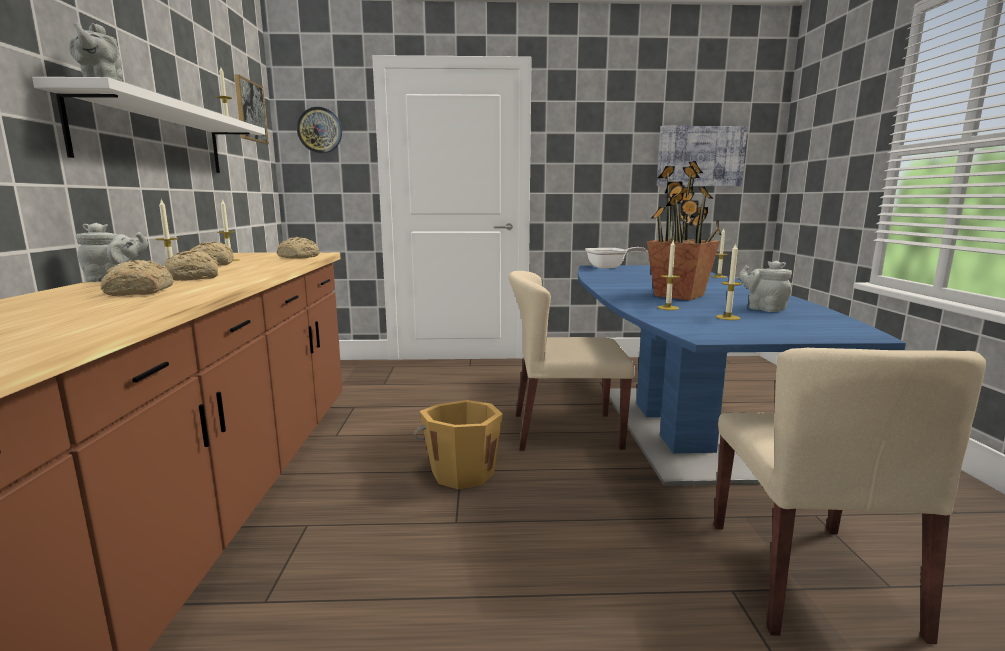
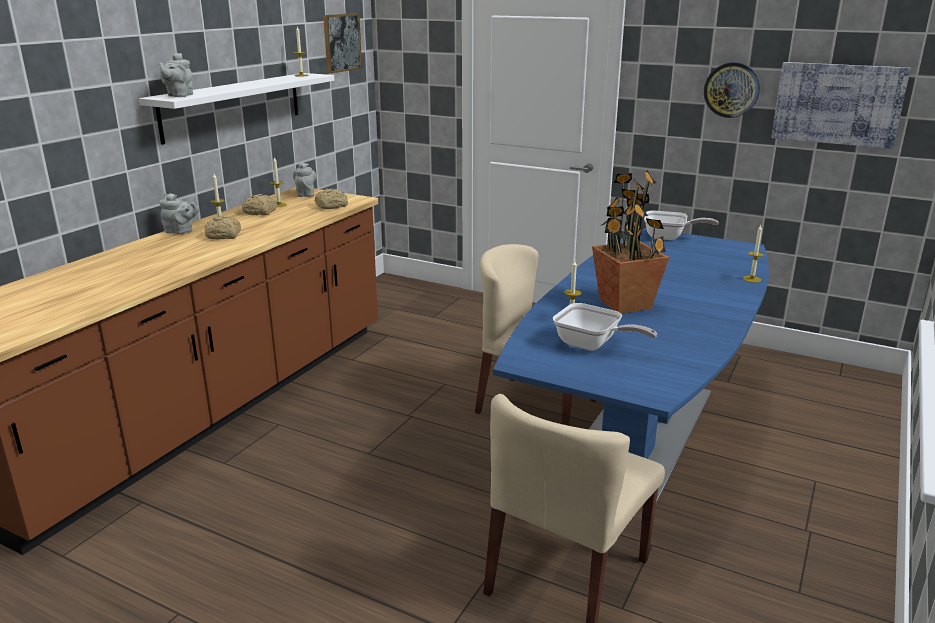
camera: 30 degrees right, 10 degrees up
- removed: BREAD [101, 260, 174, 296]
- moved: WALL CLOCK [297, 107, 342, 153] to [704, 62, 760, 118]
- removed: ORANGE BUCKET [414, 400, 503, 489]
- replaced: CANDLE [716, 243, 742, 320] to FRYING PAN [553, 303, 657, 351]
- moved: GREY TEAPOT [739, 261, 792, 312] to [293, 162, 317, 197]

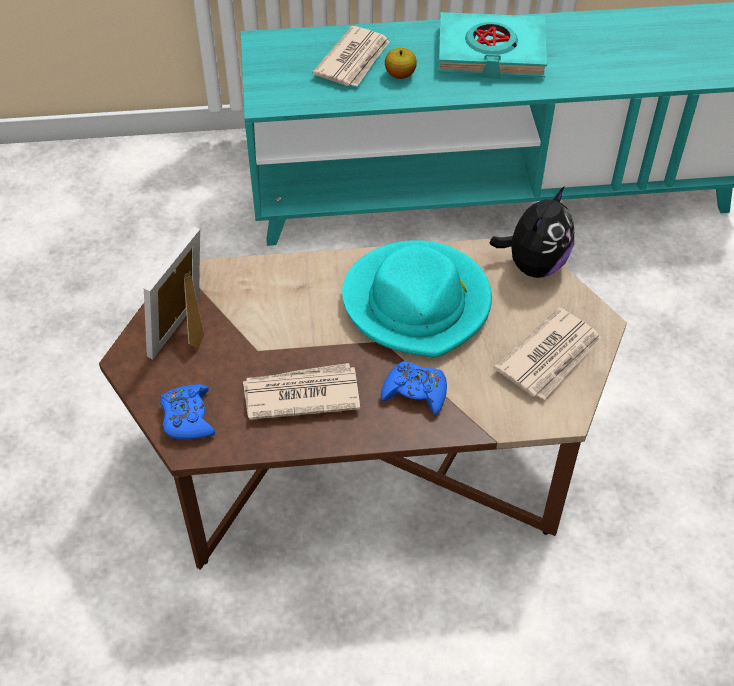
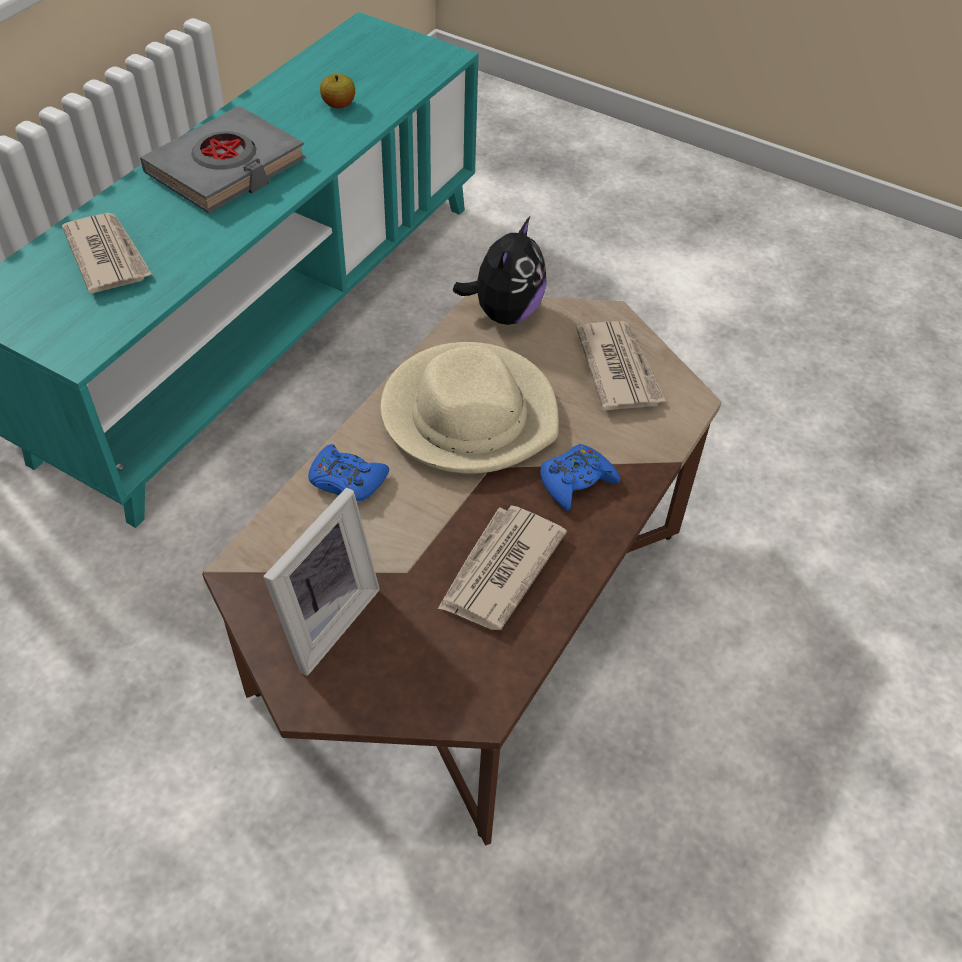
camera: 55 degrees left, 0 degrees up
- turned: PICTURE FRAME [144, 227, 204, 360] = [263, 487, 380, 676] 120 degrees counterclockwise
- moved: BLUE GAME CONTROLLER [160, 384, 215, 440] to [308, 444, 389, 501]
- recoloured: TURQUOISE HAT [342, 240, 492, 357] to BEIGE HAT [380, 342, 559, 474]
- moved: APPLE [385, 48, 417, 79] to [320, 74, 355, 108]
- recoloured: TURQUOISE BOOK [438, 12, 547, 79] to GREY BOOK [140, 106, 306, 214]
- turned: PLUSH TOY [489, 186, 574, 278] = [453, 217, 547, 325] 45 degrees clockwise

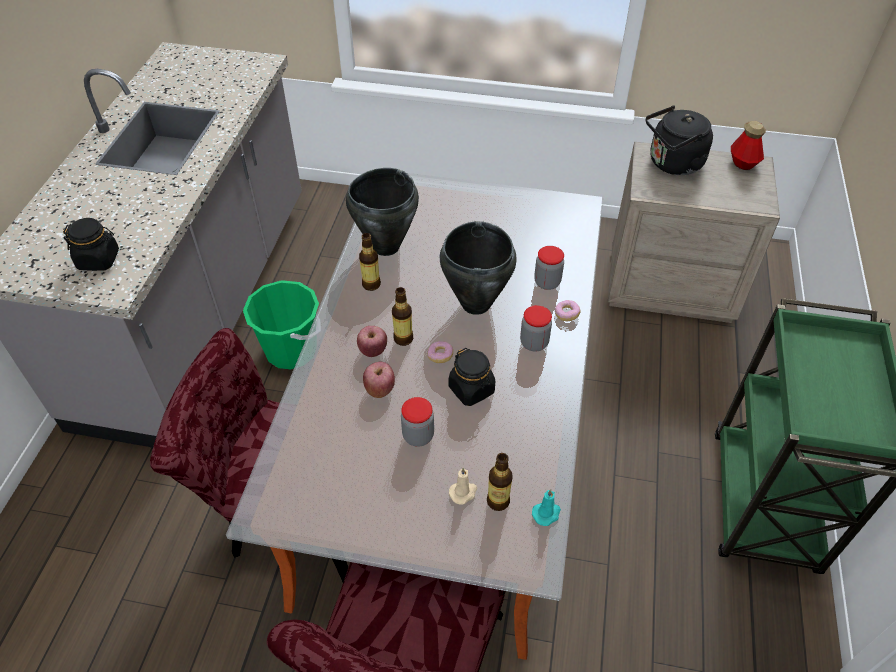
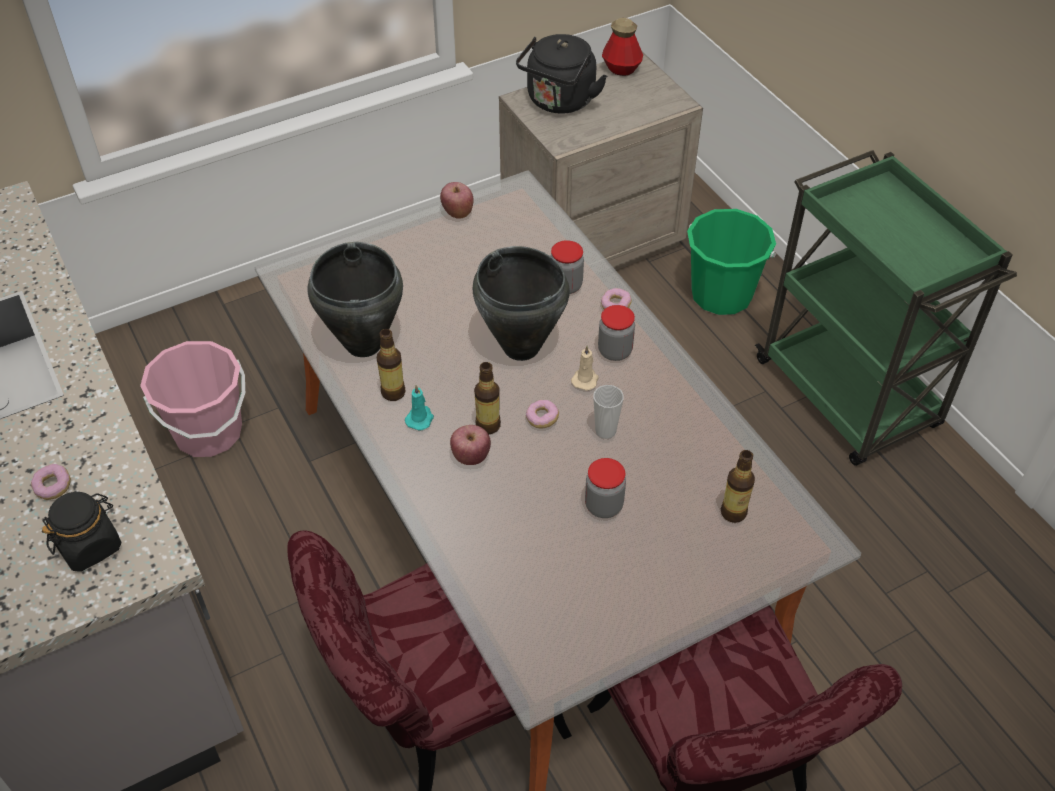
camera: 40 degrees left, 0 degrees up
- moved: GREEN BUCKET [243, 280, 319, 369] to [687, 209, 776, 315]
- moved: APPLE [363, 362, 395, 398] to [440, 182, 473, 219]
- replaced: BLACK JAR [448, 348, 495, 406] to CUP [593, 385, 624, 439]
- moved: BEIGE CANDLE [449, 467, 477, 504] to [571, 345, 599, 391]
- moved: TURQUOISE CANDLE [532, 489, 561, 526] to [405, 385, 434, 431]
- added: DONUT [31, 464, 71, 500]
- added: PINK BUCKET [140, 341, 245, 457]

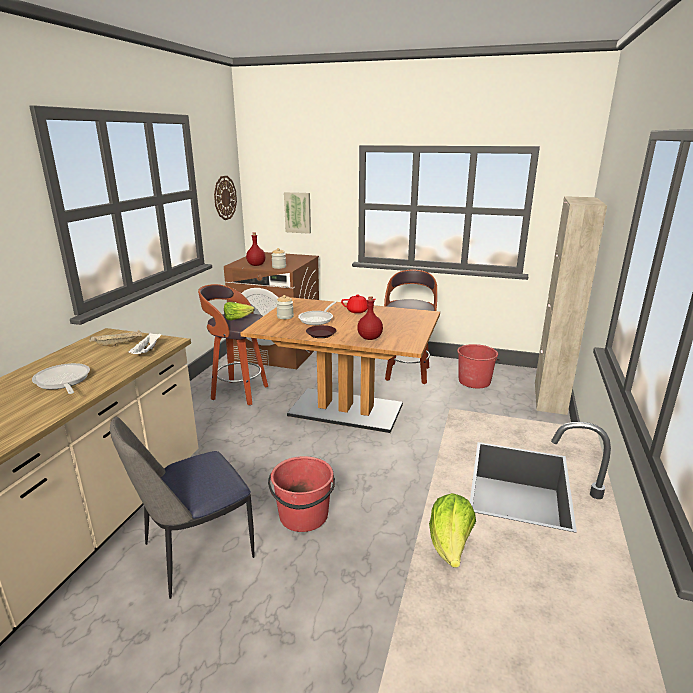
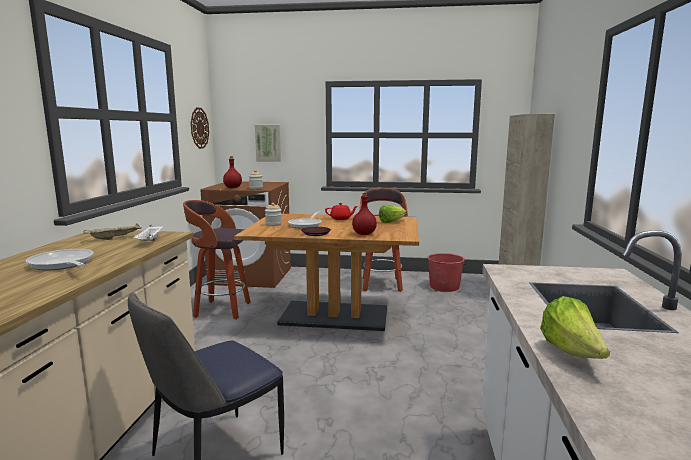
camera: 10 degrees left, 10 degrees down
- moved: LETTUCE [224, 302, 255, 320] to [379, 205, 406, 223]
- removed: RED BUCKET [268, 456, 335, 532]

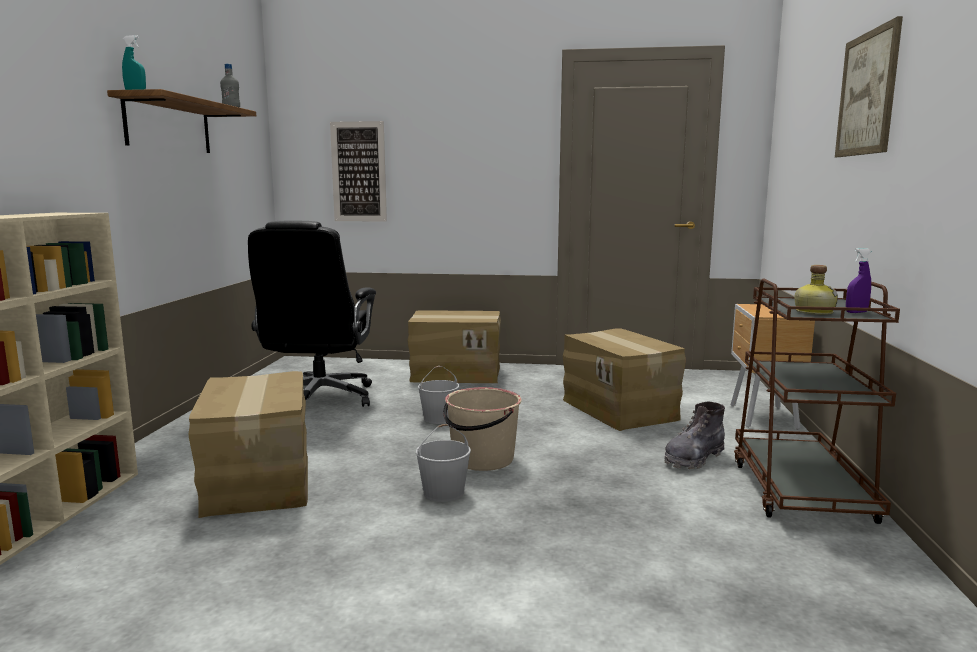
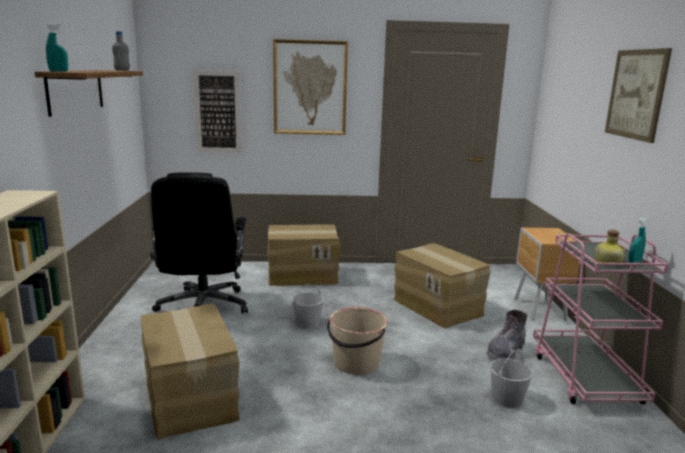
camera: 10 degrees left, 5 degrees up
- moved: WHITE BUCKET [416, 424, 471, 502] to [490, 350, 533, 408]
- recoloured: BROWN CART [734, 279, 900, 524] to PINK CART [533, 233, 669, 404]
- recoloured: PURPLE SPRAY BOTTLE [846, 248, 871, 313] to TURQUOISE SPRAY BOTTLE [628, 218, 647, 263]
- added: PICTURE [273, 39, 348, 135]

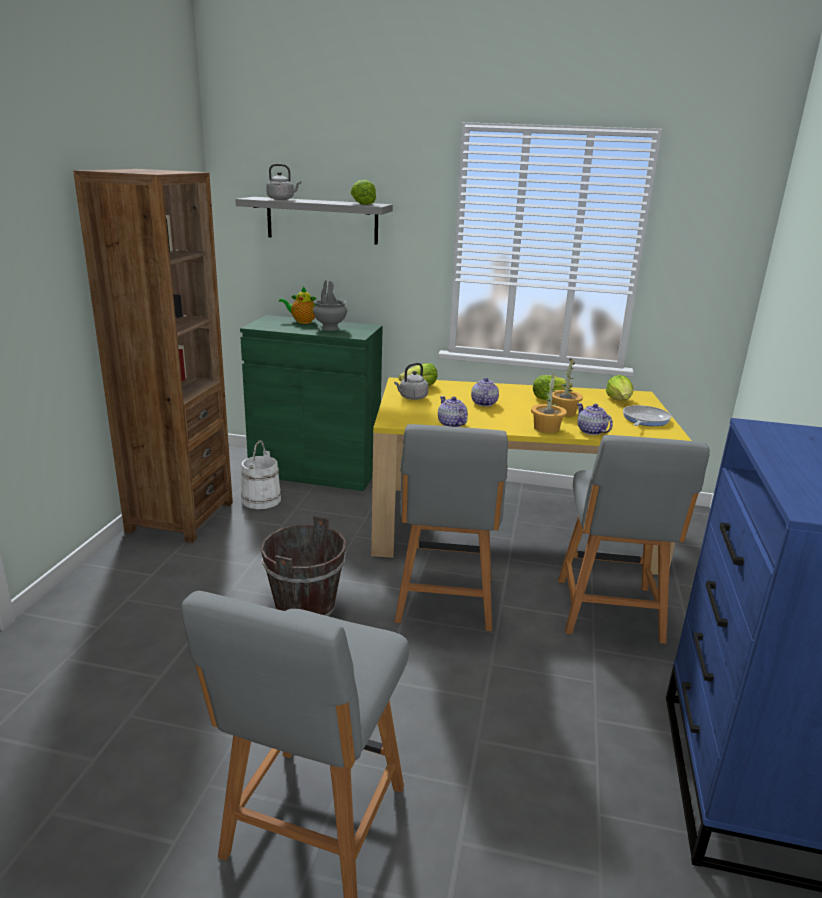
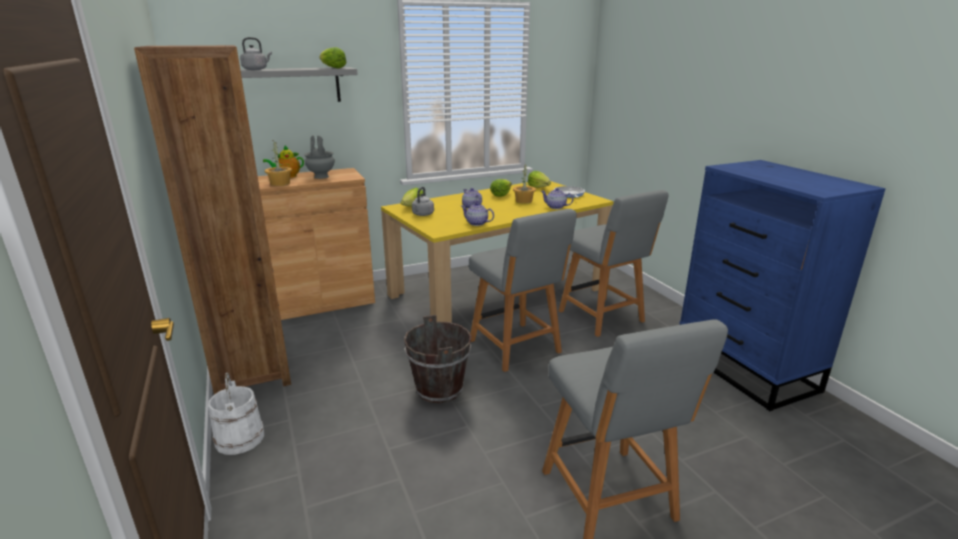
camera: 35 degrees left, 0 degrees up
- recoloured: GREEN CABINET [240, 315, 383, 491] to BROWN CABINET [258, 168, 375, 320]
- moved: WHITE BUCKET [241, 440, 281, 509] to [208, 373, 264, 455]
- moved: POTTED PLANT [531, 371, 567, 433] to [265, 141, 292, 186]

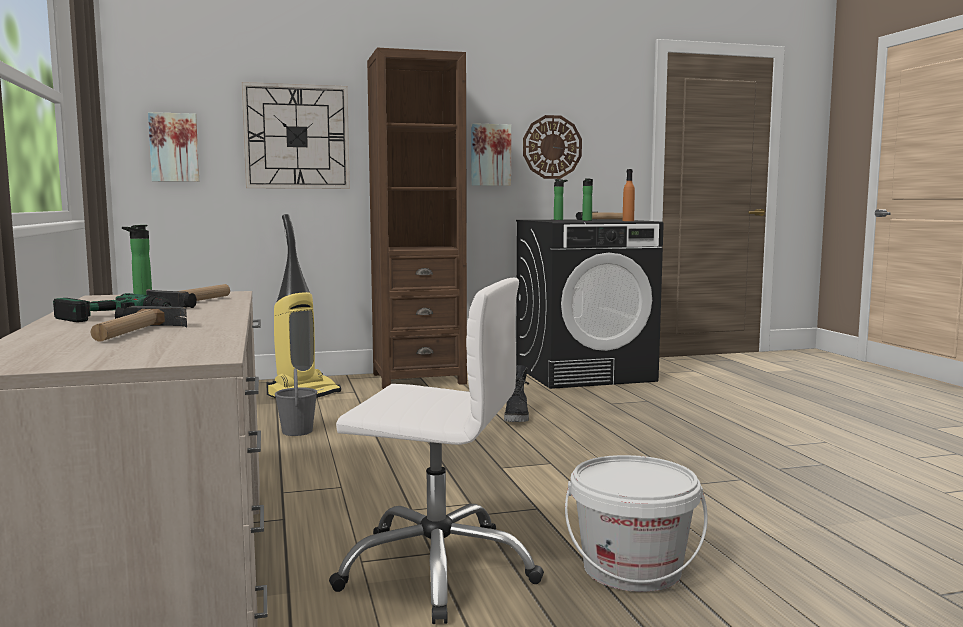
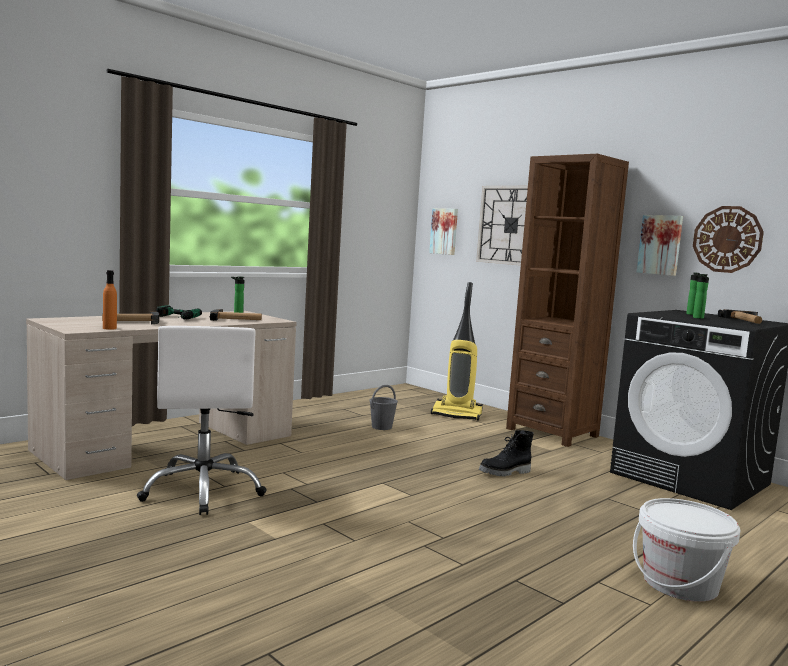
camera: 60 degrees right, 0 degrees up
- moved: WHITE BUCKET [565, 455, 708, 592] to [633, 498, 741, 602]
- moved: ORANGE BOTTLE [623, 169, 635, 221] to [103, 270, 117, 330]

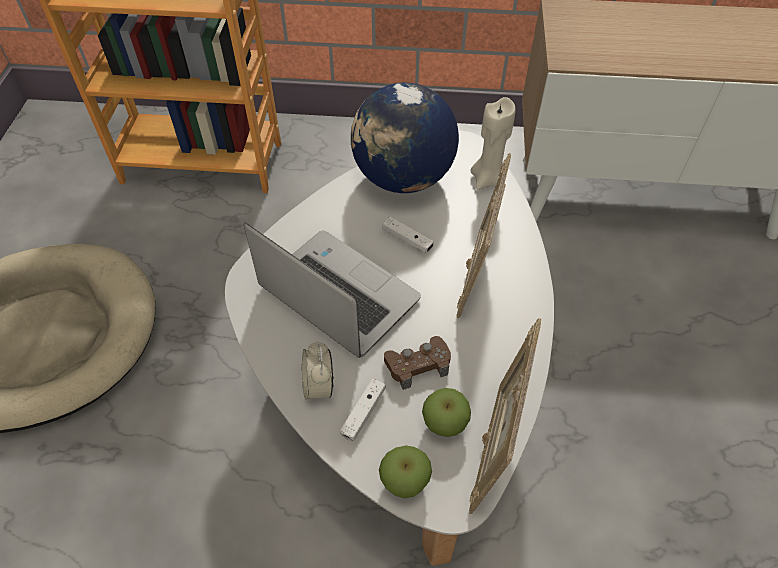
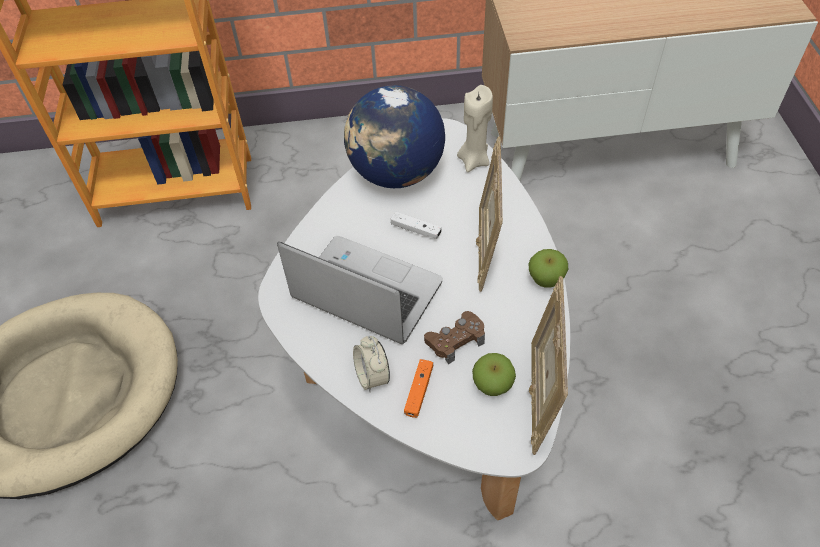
camera: 10 degrees left, 0 degrees up
- recoloured: WHITE GAME CONTROLLER [340, 378, 386, 442] to ORANGE GAME CONTROLLER [404, 359, 433, 418]
- moved: APPLE [379, 445, 432, 498] to [529, 249, 568, 288]

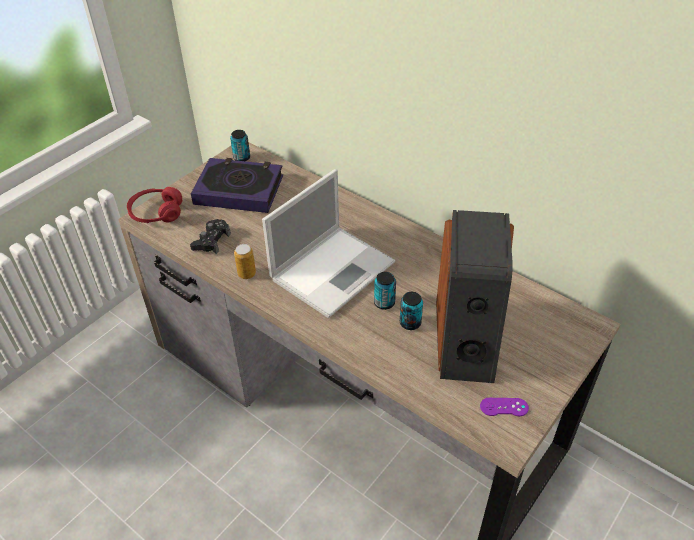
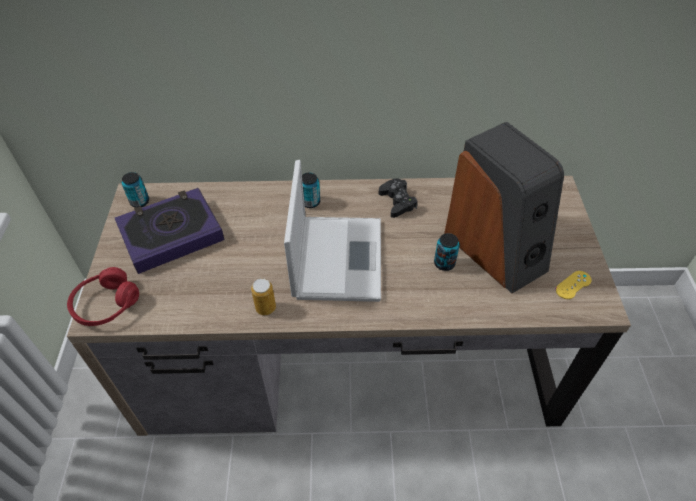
camera: 40 degrees left, 5 degrees up
- moved: BLACK GAME CONTROLLER [190, 219, 231, 254] to [379, 178, 418, 218]
- moved: CAN [374, 272, 396, 310] to [302, 172, 320, 208]
- recoloured: PURPLE GAME CONTROLLER [480, 398, 529, 416] to YELLOW GAME CONTROLLER [556, 271, 591, 299]

